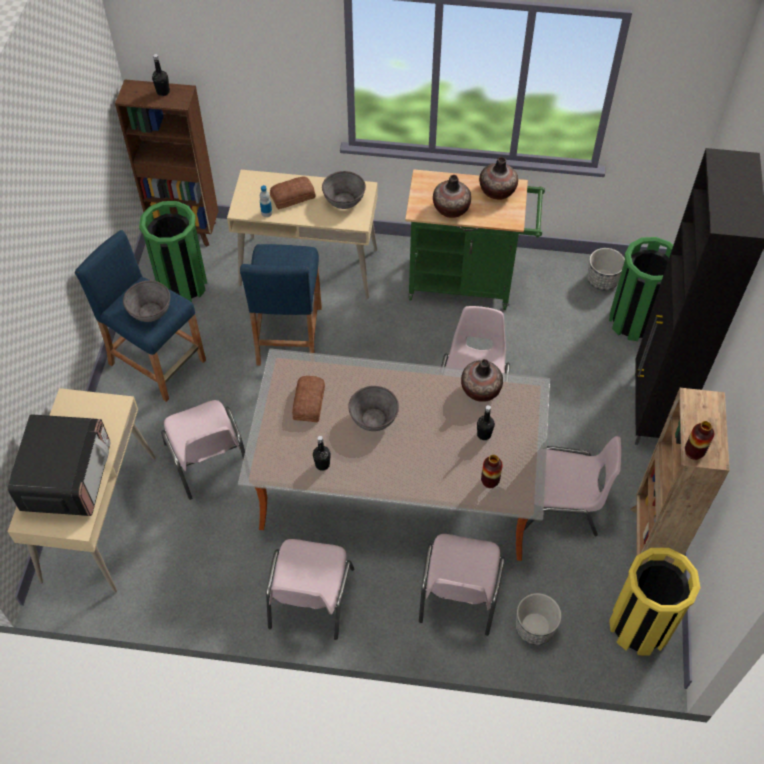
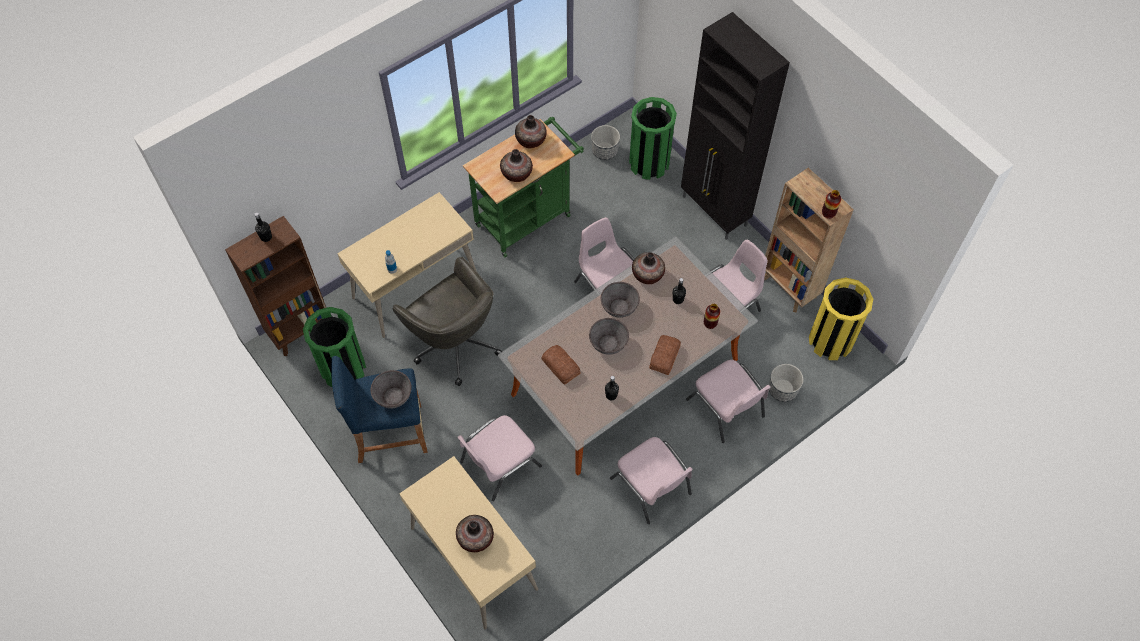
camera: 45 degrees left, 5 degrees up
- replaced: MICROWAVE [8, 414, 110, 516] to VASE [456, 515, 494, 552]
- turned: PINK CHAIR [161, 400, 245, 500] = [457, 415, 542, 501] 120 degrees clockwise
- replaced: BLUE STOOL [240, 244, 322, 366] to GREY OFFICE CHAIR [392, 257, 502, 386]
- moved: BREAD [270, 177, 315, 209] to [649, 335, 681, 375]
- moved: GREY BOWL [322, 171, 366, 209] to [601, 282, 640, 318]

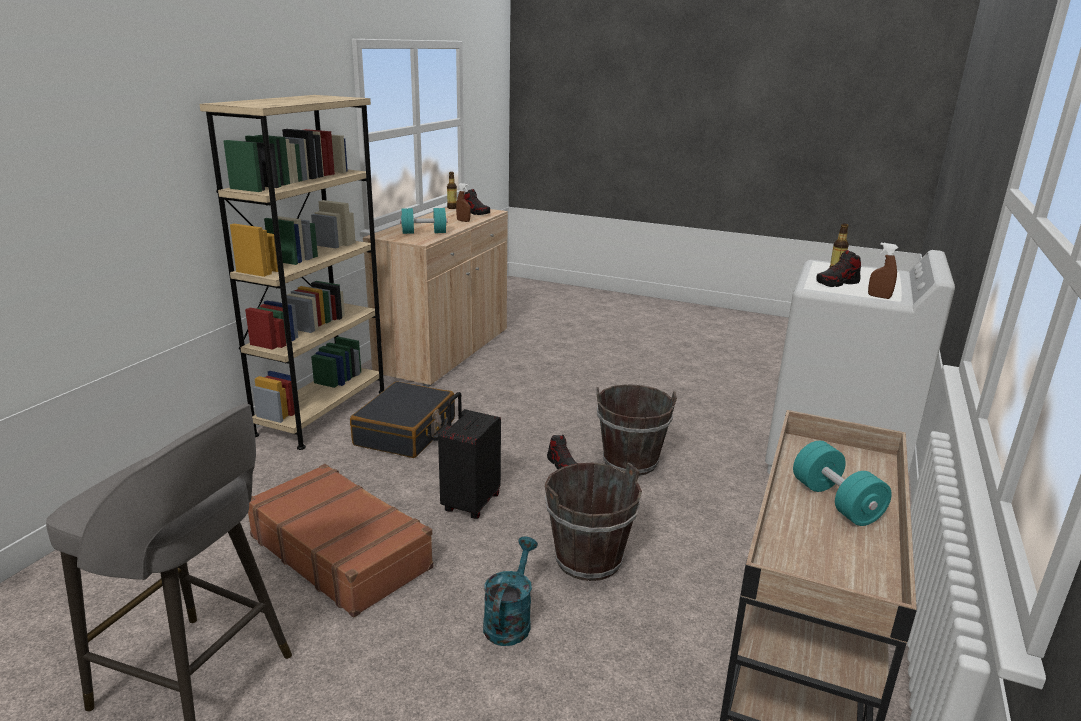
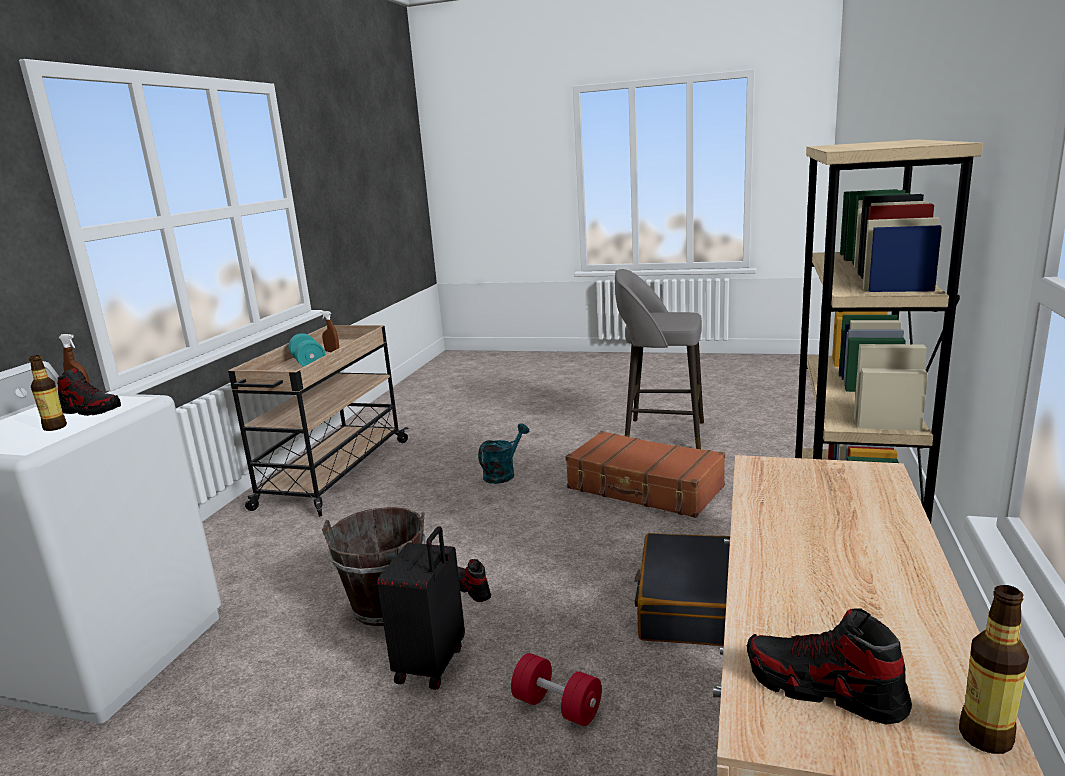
camera: 175 degrees right, 5 degrees down
- removed: TURQUOISE DUMBBELL [400, 208, 447, 234]
- moved: BLACK SUITCASE [438, 392, 501, 519] to [377, 526, 465, 690]
- moved: BROWN SPRAY BOTTLE [456, 183, 471, 222] to [320, 311, 339, 352]
- turned: TURQUOISE WATERING CAN [483, 537, 538, 646] = [478, 423, 529, 484] 150 degrees counterclockwise
- removed: BROWN BUCKET [545, 462, 642, 581]
- turned: SHOE [816, 250, 861, 287] = [57, 368, 121, 416] 45 degrees clockwise
- added: RED DUMBBELL [511, 653, 602, 726]

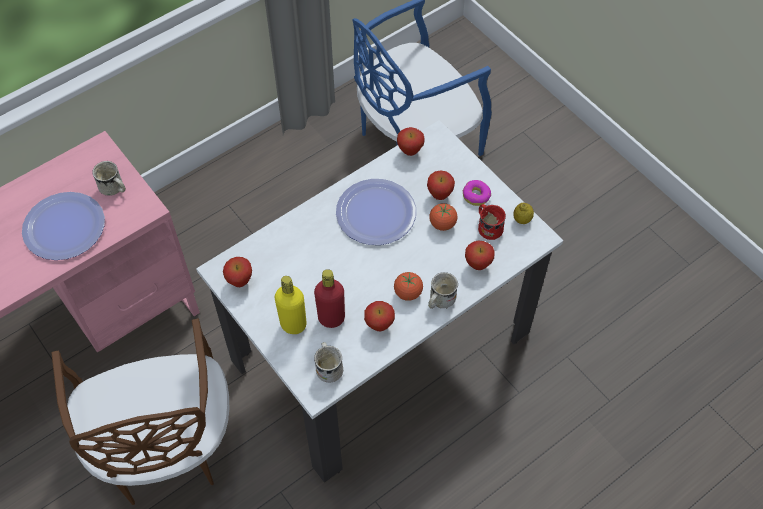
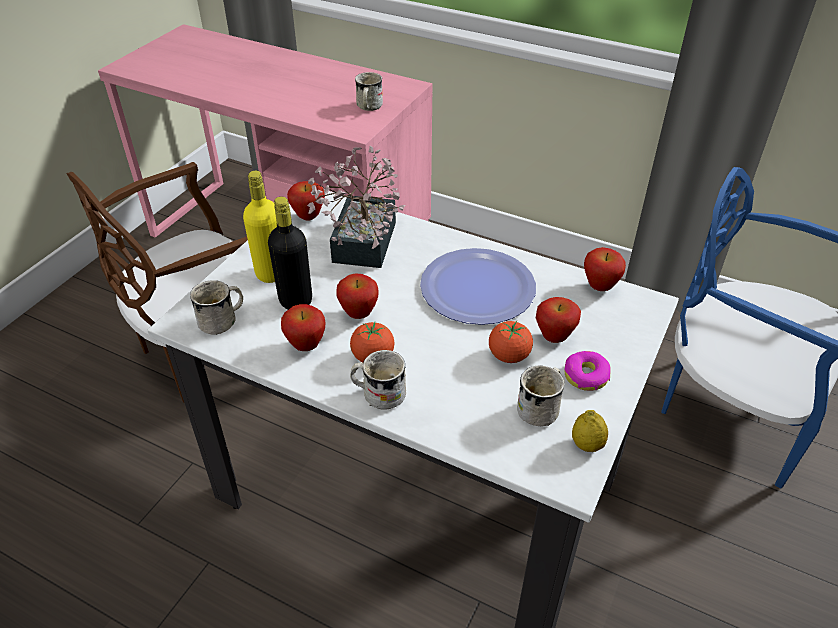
camera: 65 degrees right, 15 degrees down
- removed: PLATE [22, 192, 105, 260]
- recoloured: RED BOTTLE [314, 269, 345, 328] to BLACK BOTTLE [268, 197, 312, 310]
- moved: APPLE [465, 240, 495, 270] to [336, 273, 379, 319]
- recoloured: RED MUG [478, 204, 506, 240] to WHITE MUG [517, 365, 565, 426]
- added: POTTED PLANT [307, 146, 405, 268]

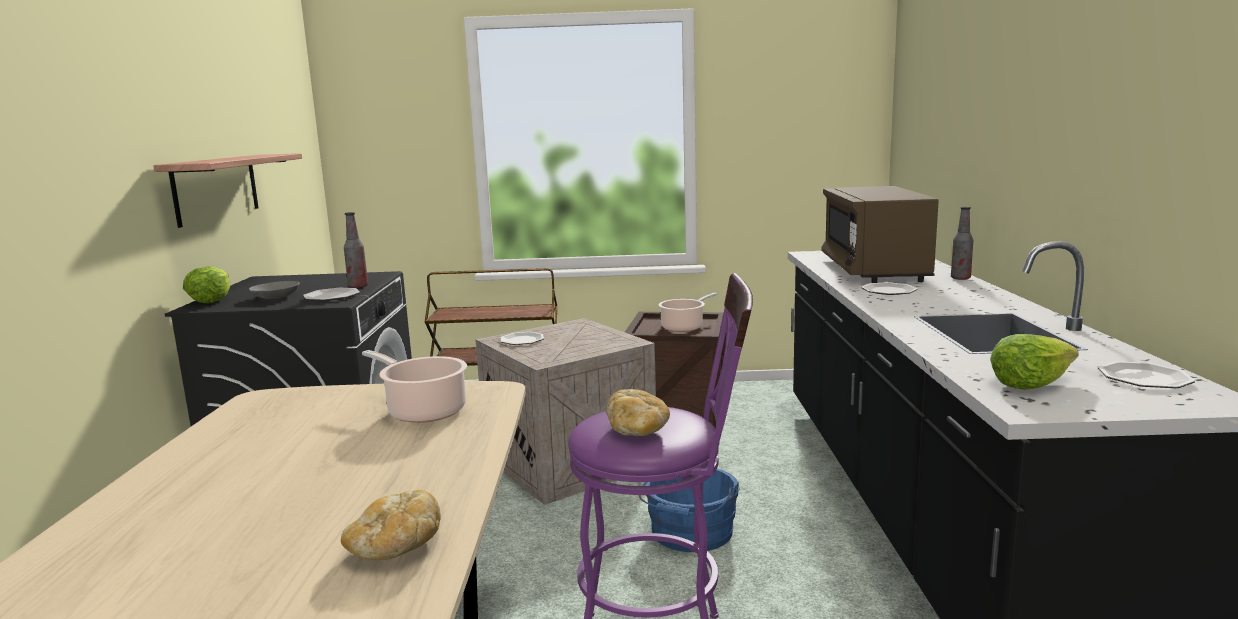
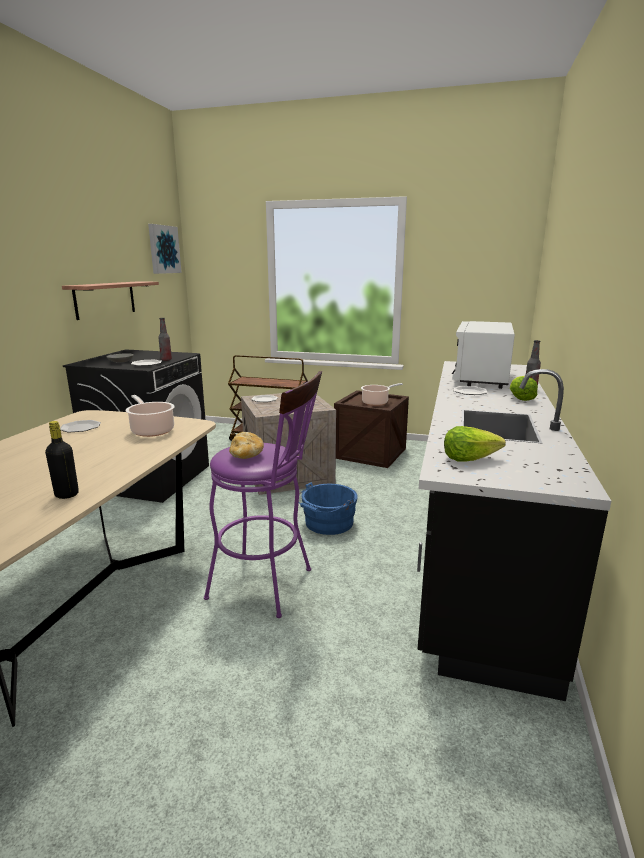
camera: 15 degrees right, 5 degrees up
- moved: LETTUCE [183, 266, 230, 303] to [510, 376, 538, 401]
- replaced: BREAD [341, 490, 441, 560] to BLACK BOTTLE [45, 421, 79, 499]
- recoloured: BROWN MICROWAVE [822, 186, 939, 283] to WHITE MICROWAVE [452, 321, 515, 389]
- moved: PLATE [1098, 361, 1195, 388] to [60, 420, 101, 433]
- added: PICTURE [148, 224, 181, 274]

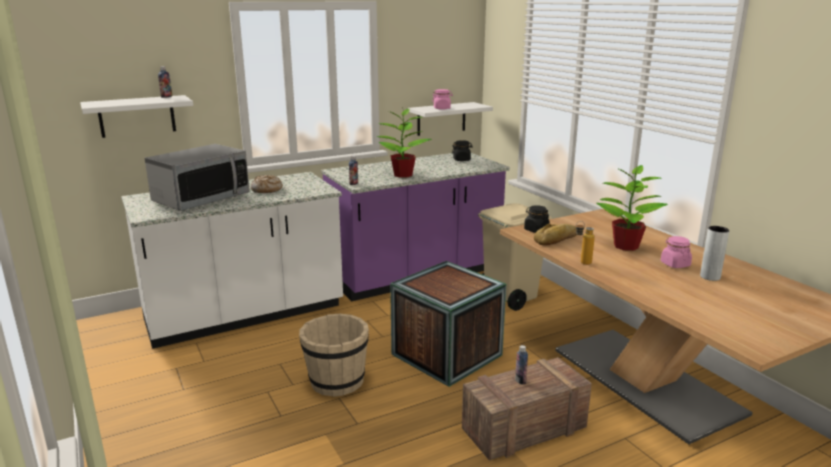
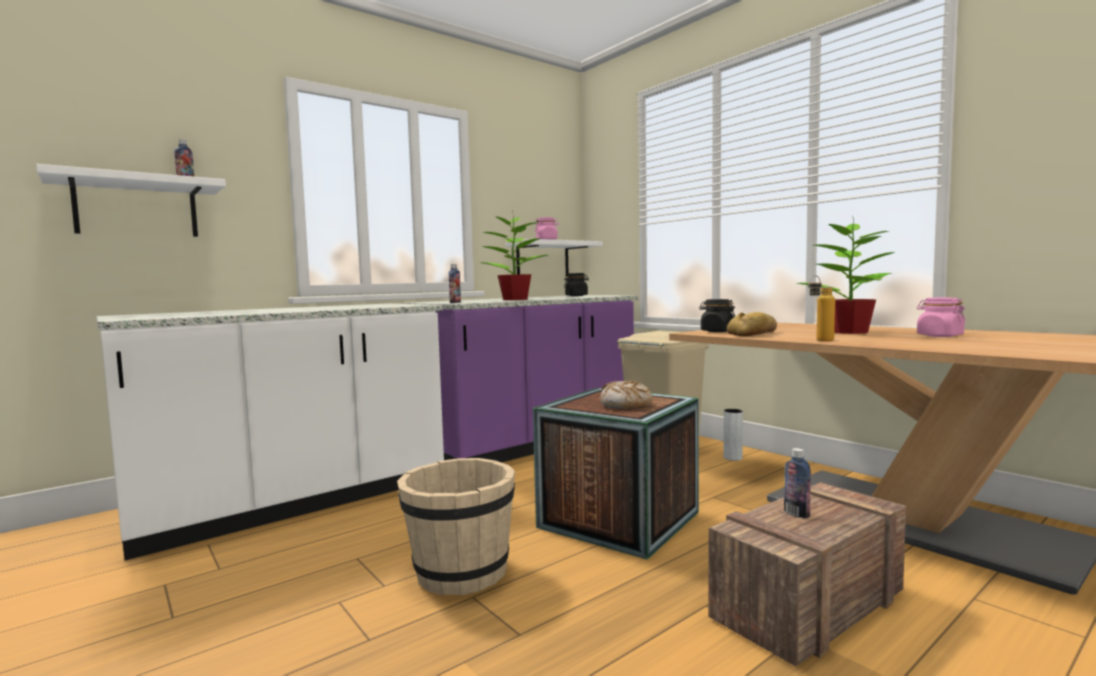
camera: 10 degrees left, 15 degrees down
- removed: MICROWAVE [144, 144, 250, 211]
- moved: BREAD [251, 175, 283, 193] to [600, 380, 653, 409]
- moved: GREY VASE [700, 226, 729, 281] to [724, 409, 743, 461]

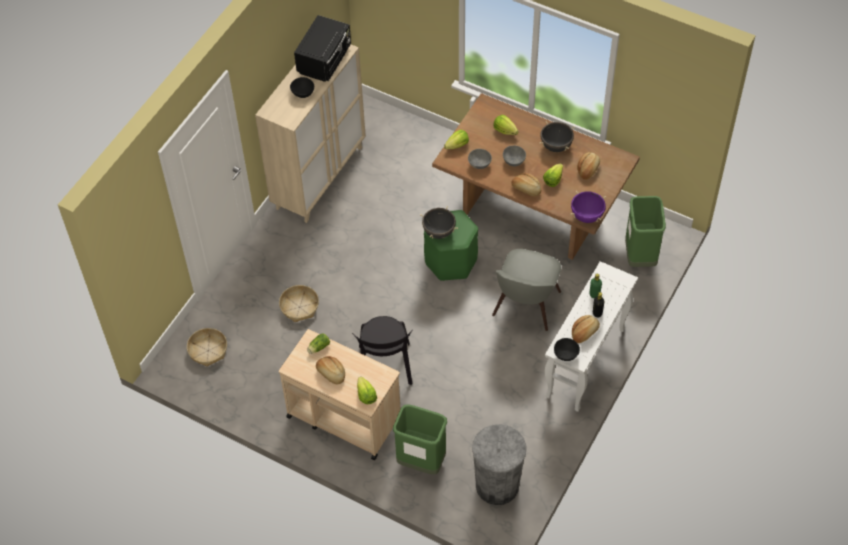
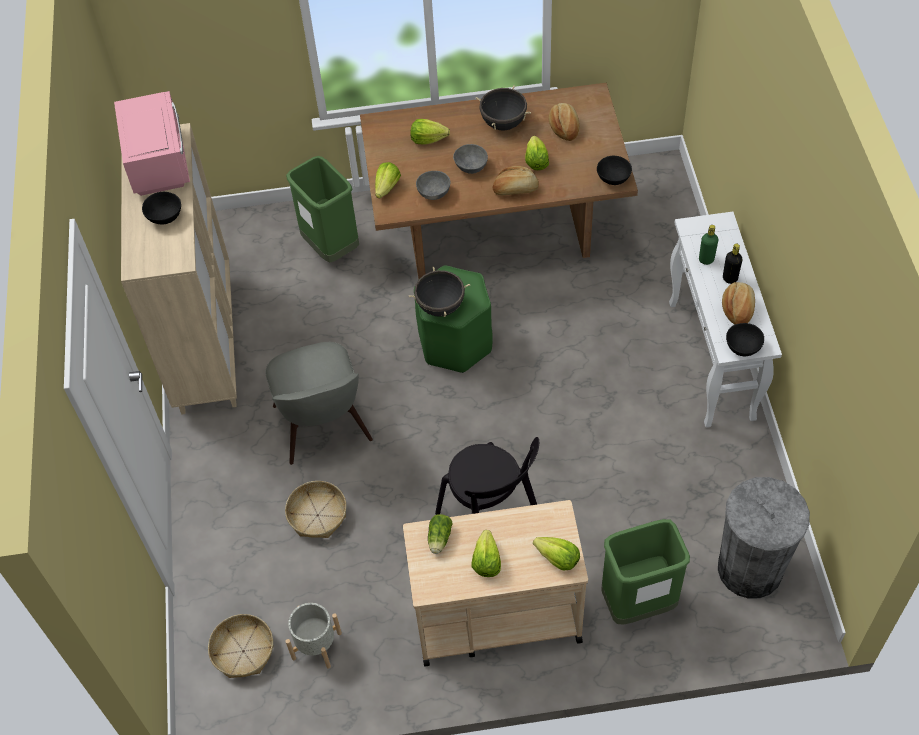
camera: 35 degrees left, 0 degrees up
- recoloured: BLACK MICROWAVE [294, 15, 351, 82] to PINK MICROWAVE [114, 91, 190, 196]
- replaced: BREAD [316, 356, 345, 384] to LETTUCE [471, 530, 501, 577]
- moved: GREY CHAIR [492, 249, 561, 331] to [265, 342, 373, 465]
- replaced: PURPLE COOKING POT [571, 191, 606, 223] to BLACK BOWL [597, 156, 632, 185]
- moved: GREEN TRASH CAN [625, 196, 666, 267] to [286, 156, 359, 262]
- added: GREY PLANTER [285, 603, 342, 669]

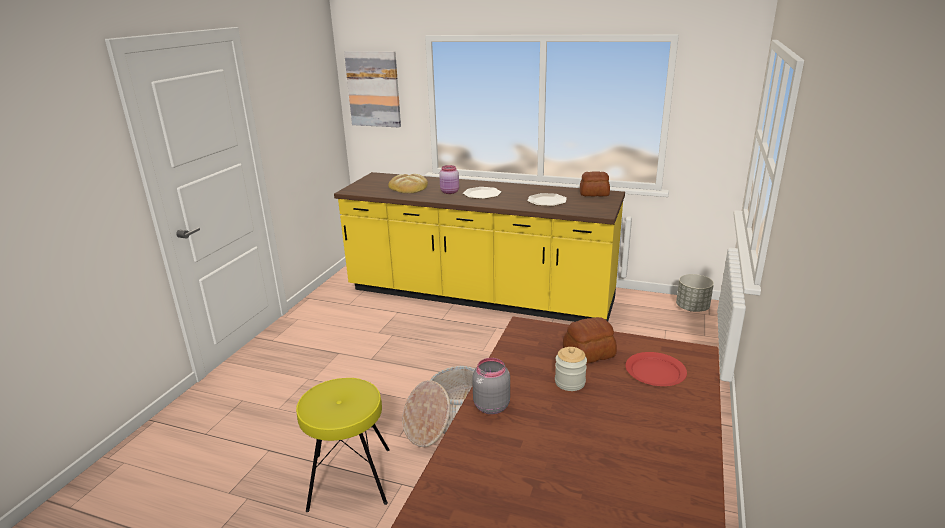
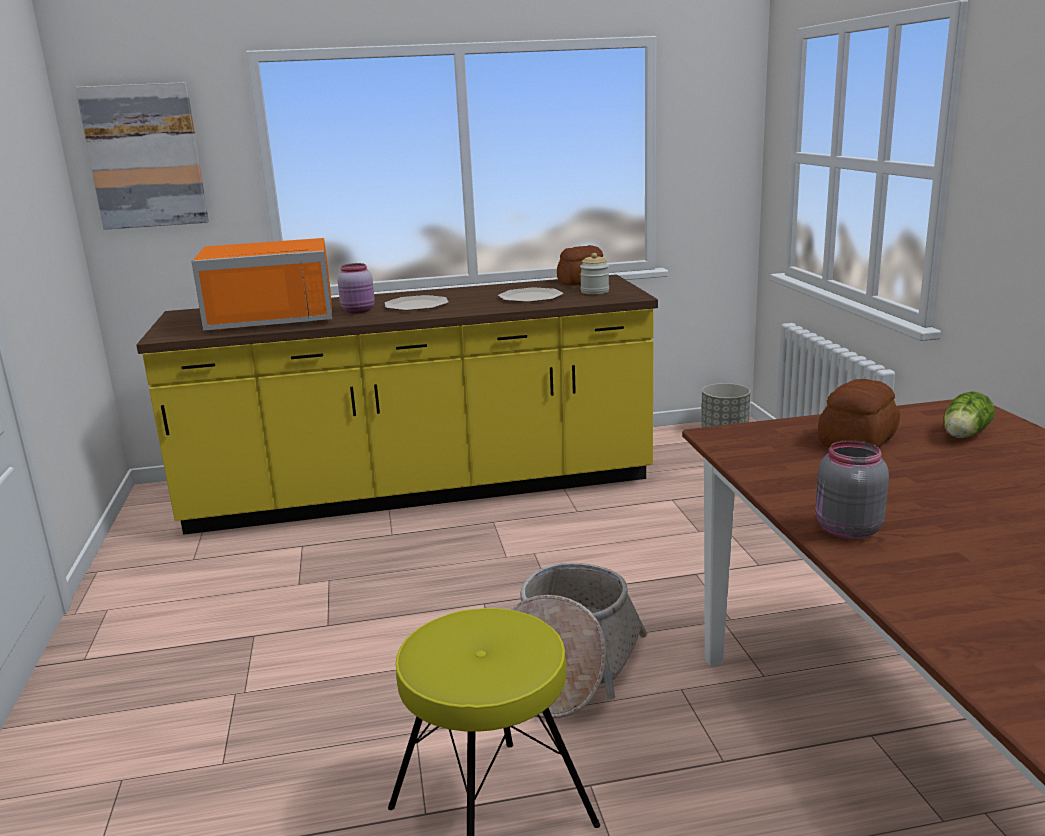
camera: 30 degrees left, 5 degrees down
- replaced: BREAD [388, 174, 428, 193] to ORANGE MICROWAVE [192, 238, 332, 331]
- moved: JAR [555, 347, 587, 391] to [580, 253, 609, 294]
- replaced: RED PLATE [625, 352, 687, 386] to LETTUCE [943, 391, 995, 438]

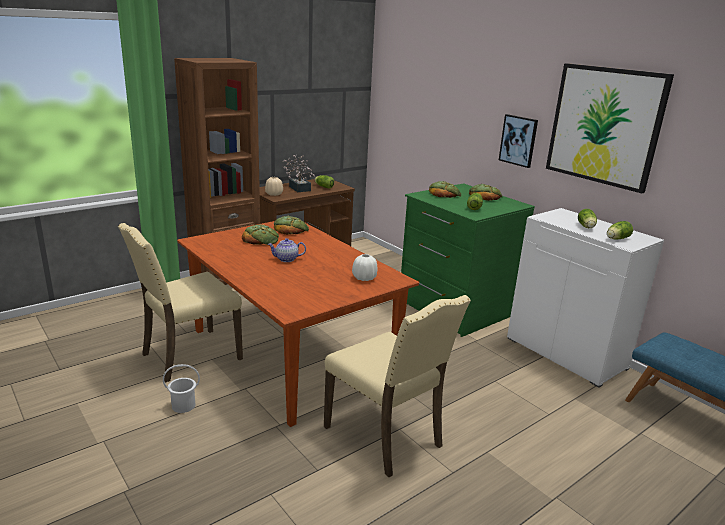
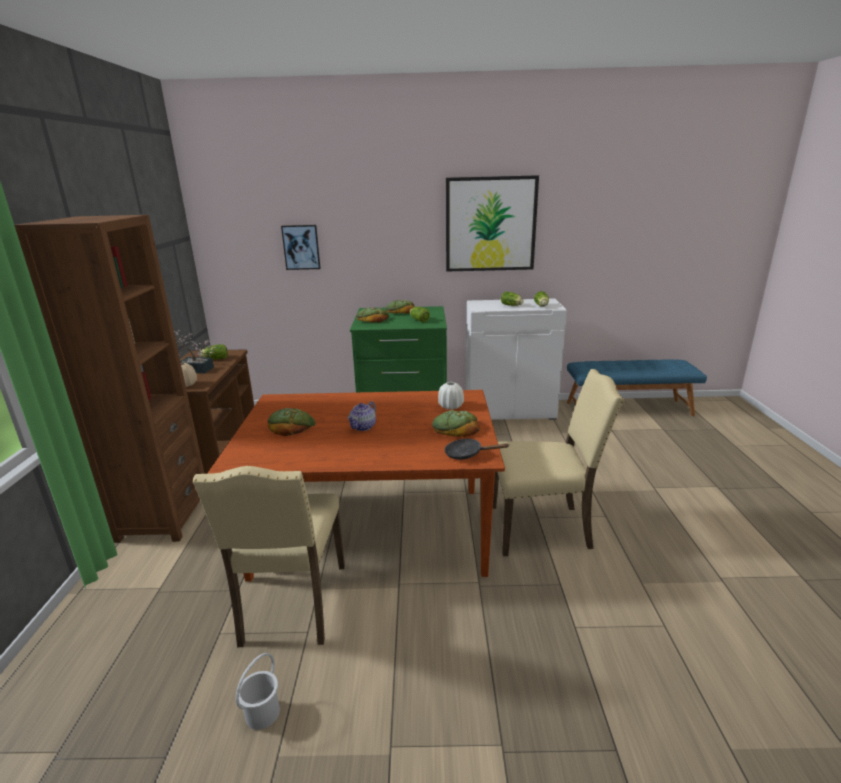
camera: 50 degrees left, 0 degrees up
- moved: WHITE BUCKET [163, 364, 200, 413] to [235, 653, 280, 730]
- moved: BREAD [274, 216, 309, 235] to [432, 410, 479, 437]
- moved: PICTURE [499, 114, 538, 168] to [281, 225, 321, 270]
- added: BLACK FRYING PAN [444, 439, 509, 460]

